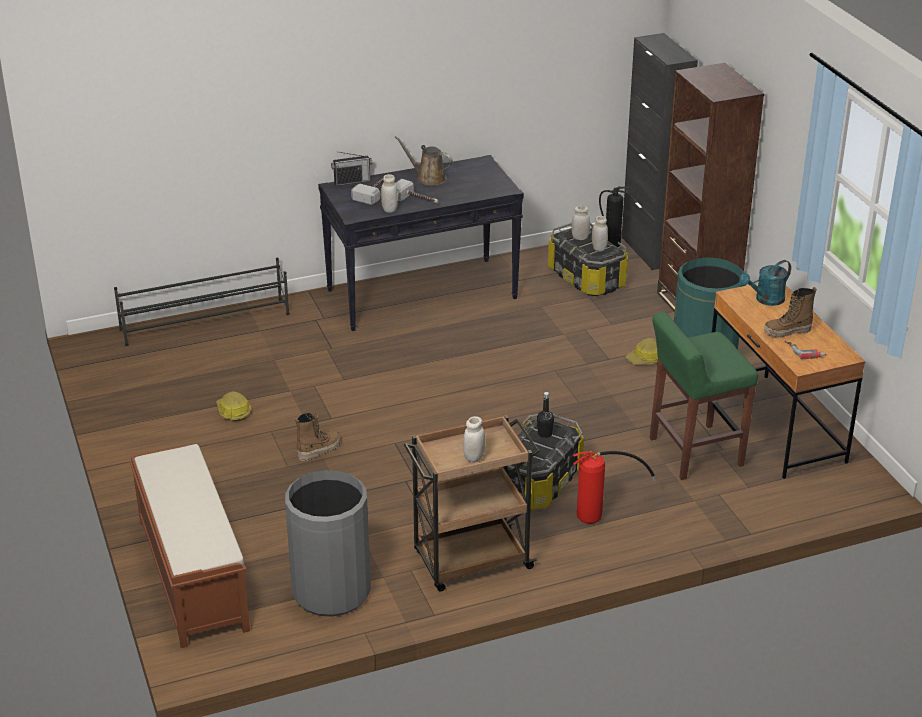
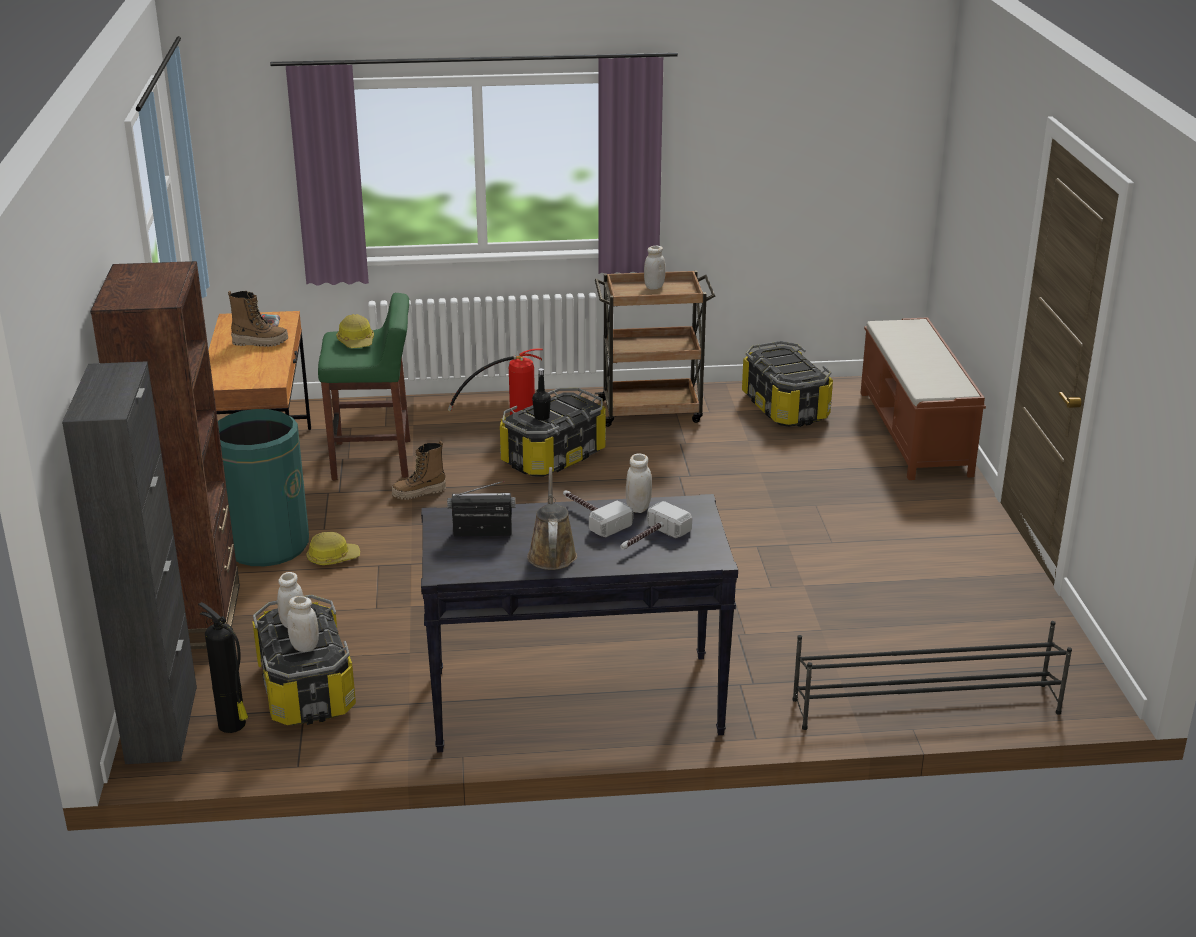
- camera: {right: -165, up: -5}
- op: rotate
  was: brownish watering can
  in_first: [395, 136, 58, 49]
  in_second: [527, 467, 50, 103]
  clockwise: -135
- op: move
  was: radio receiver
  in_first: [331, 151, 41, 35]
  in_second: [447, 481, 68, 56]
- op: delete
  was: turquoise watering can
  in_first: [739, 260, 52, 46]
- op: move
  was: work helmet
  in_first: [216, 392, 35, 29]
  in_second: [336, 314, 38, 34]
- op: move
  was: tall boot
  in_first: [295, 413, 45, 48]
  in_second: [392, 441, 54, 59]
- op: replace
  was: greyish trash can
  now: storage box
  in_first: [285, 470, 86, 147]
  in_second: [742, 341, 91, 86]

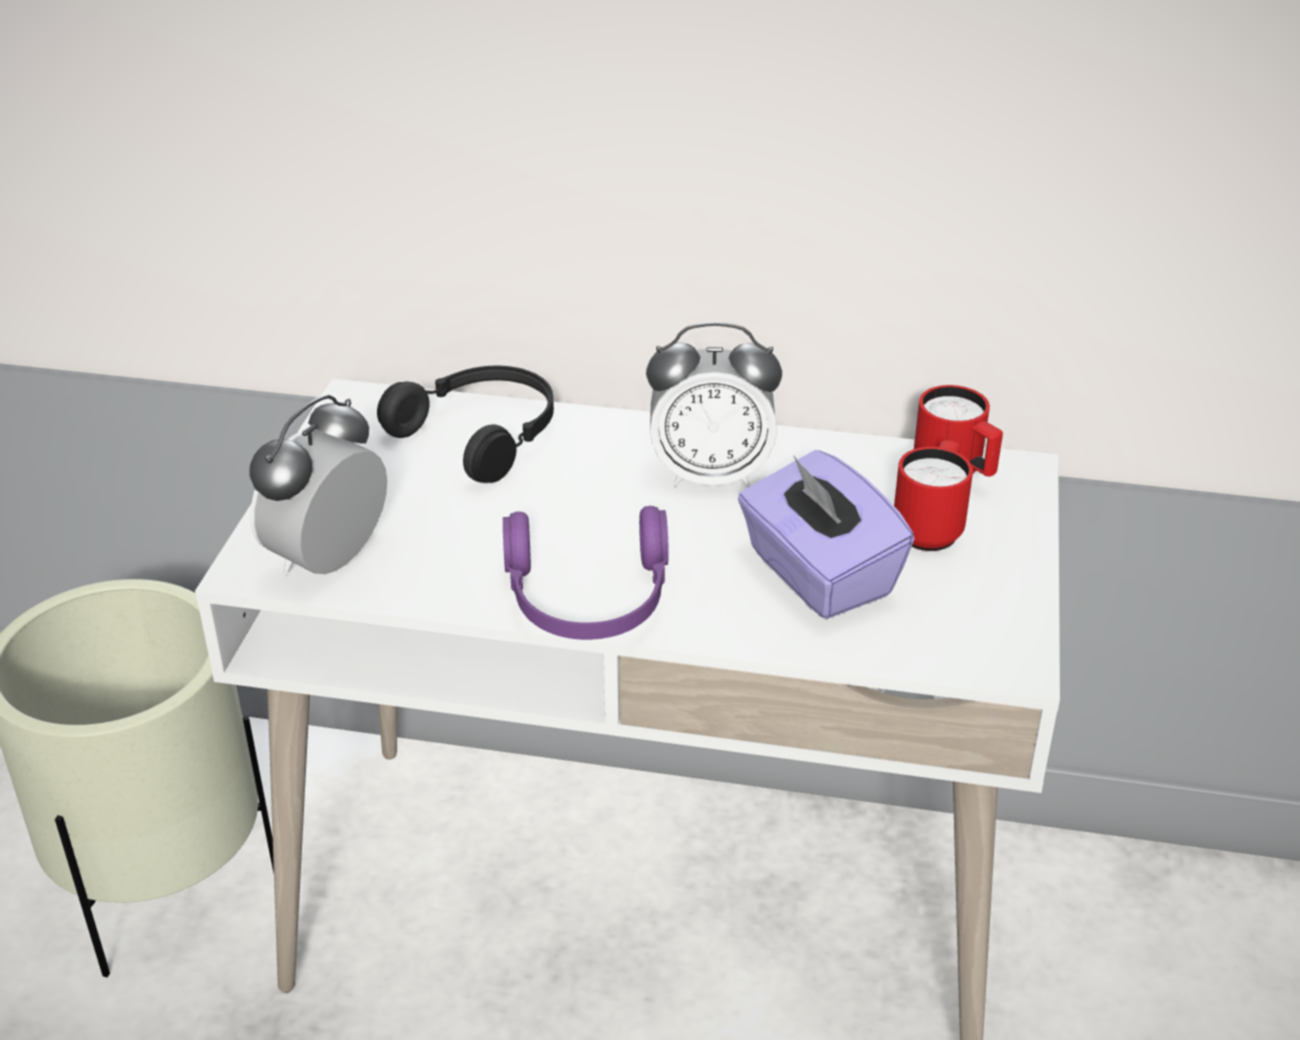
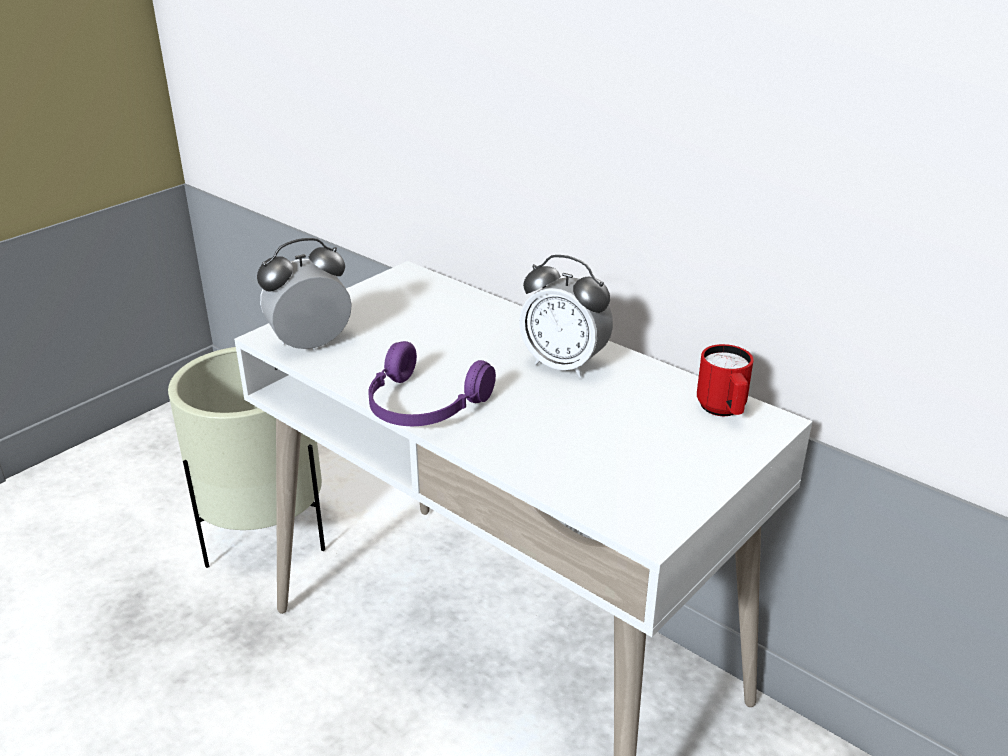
- camera: {right: 30, up: -5}
- op: delete
  was: black pair of headphones
  in_first: [377, 366, 177, 117]
- op: delete
  was: reddish tea mug
  in_first: [894, 440, 79, 111]
- op: delete
  was: purple tissue box
  in_first: [738, 450, 177, 169]

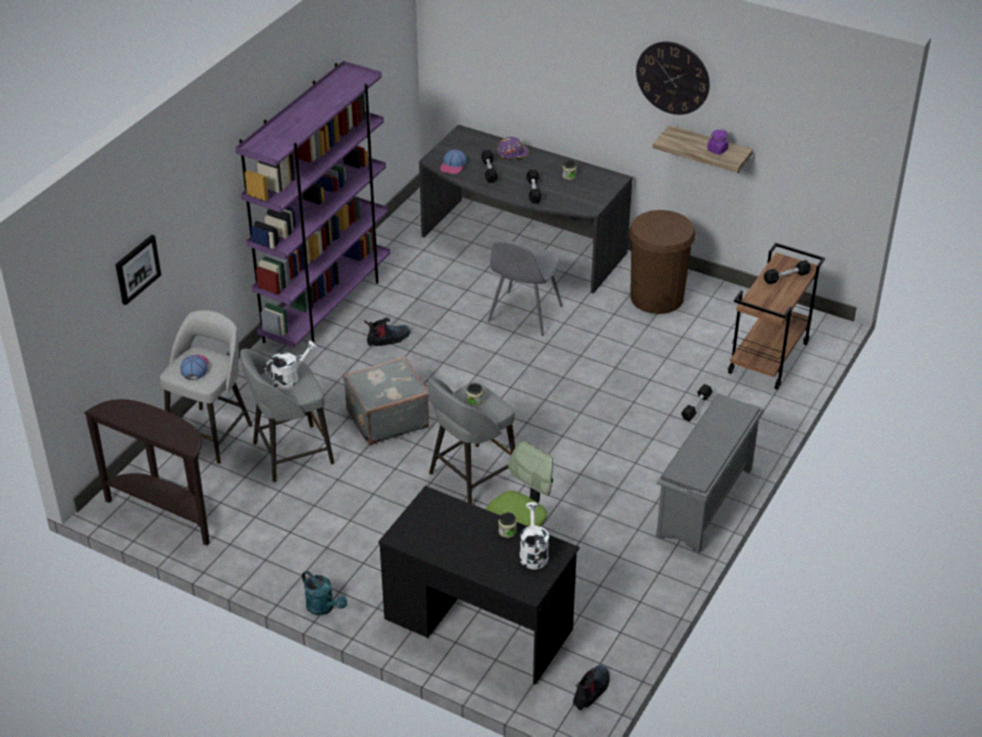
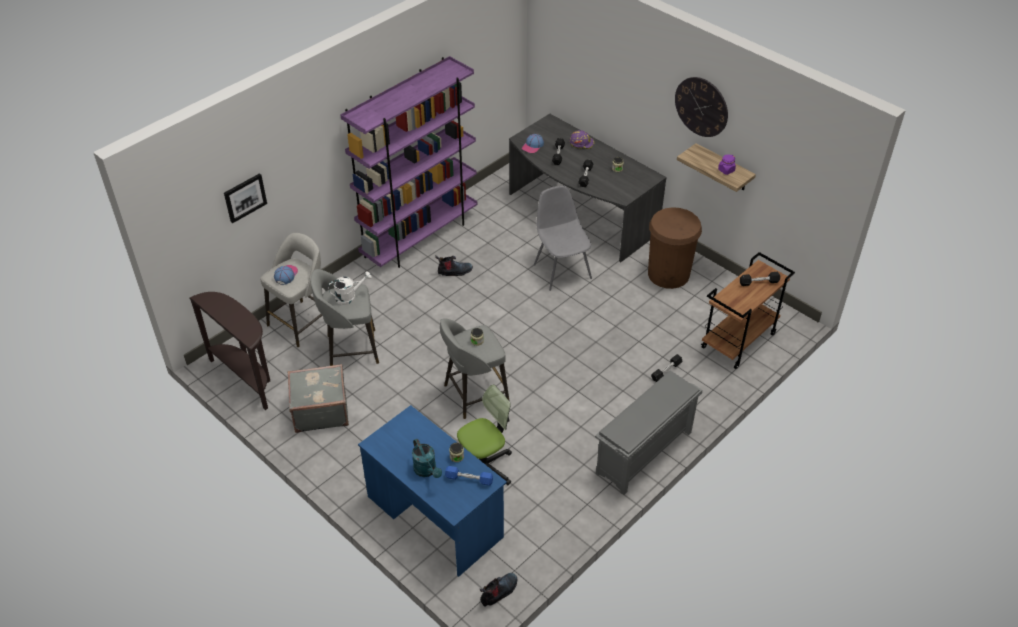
- camera: {right: 15, up: 5}
- op: rotate
  was: greyish chair
  in_first: [488, 240, 75, 96]
  in_second: [534, 185, 58, 106]
  clockwise: 120
- op: move
  was: greyish piece of luggage
  in_first: [343, 356, 86, 89]
  in_second: [288, 364, 61, 69]
- op: recolor
  was: black desk table
  now: bluish desk table
  in_first: [378, 486, 201, 199]
  in_second: [358, 405, 149, 172]
- op: replace
  was: whitish watering can
  now: bluish free weight
  in_first: [520, 502, 29, 68]
  in_second: [445, 466, 48, 20]
- op: move
  was: turquoise watering can
  in_first: [302, 571, 45, 44]
  in_second: [412, 439, 30, 39]

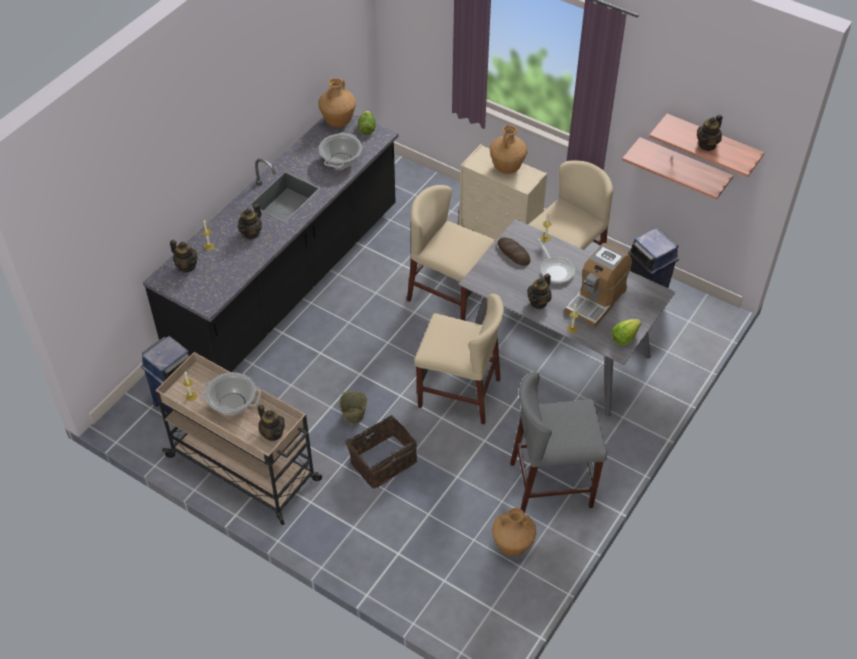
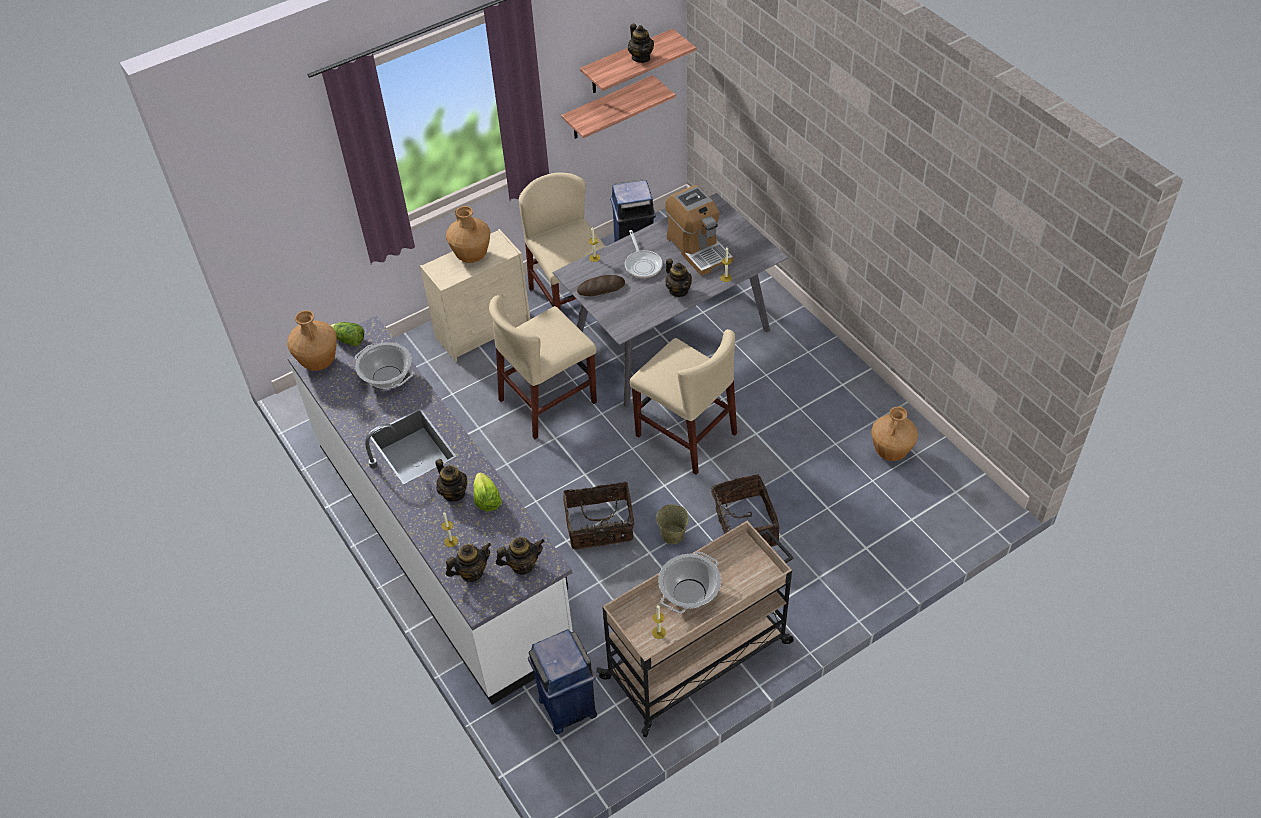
- camera: {right: -65, up: 0}
- op: recolor
  was: black counter
  now: whitish counter
  in_first: [143, 113, 255, 259]
  in_second: [287, 316, 286, 389]
- op: rotate
  was: frying pan
  in_first: [538, 239, 37, 45]
  in_second: [625, 230, 37, 48]
  clockwise: 75
- op: rotate
  was: beige-coloured chair
  in_first: [414, 294, 90, 131]
  in_second: [630, 329, 107, 145]
  clockwise: 90
- op: move
  was: lettuce head
  in_first: [612, 319, 29, 27]
  in_second: [473, 472, 28, 40]
- op: delete
  was: greyish stool
  in_first: [510, 372, 97, 142]
- op: move
  was: teapot
  in_first: [258, 405, 27, 36]
  in_second: [496, 537, 49, 38]
- op: insert
  now: storage basket
  in_second: [563, 481, 71, 68]

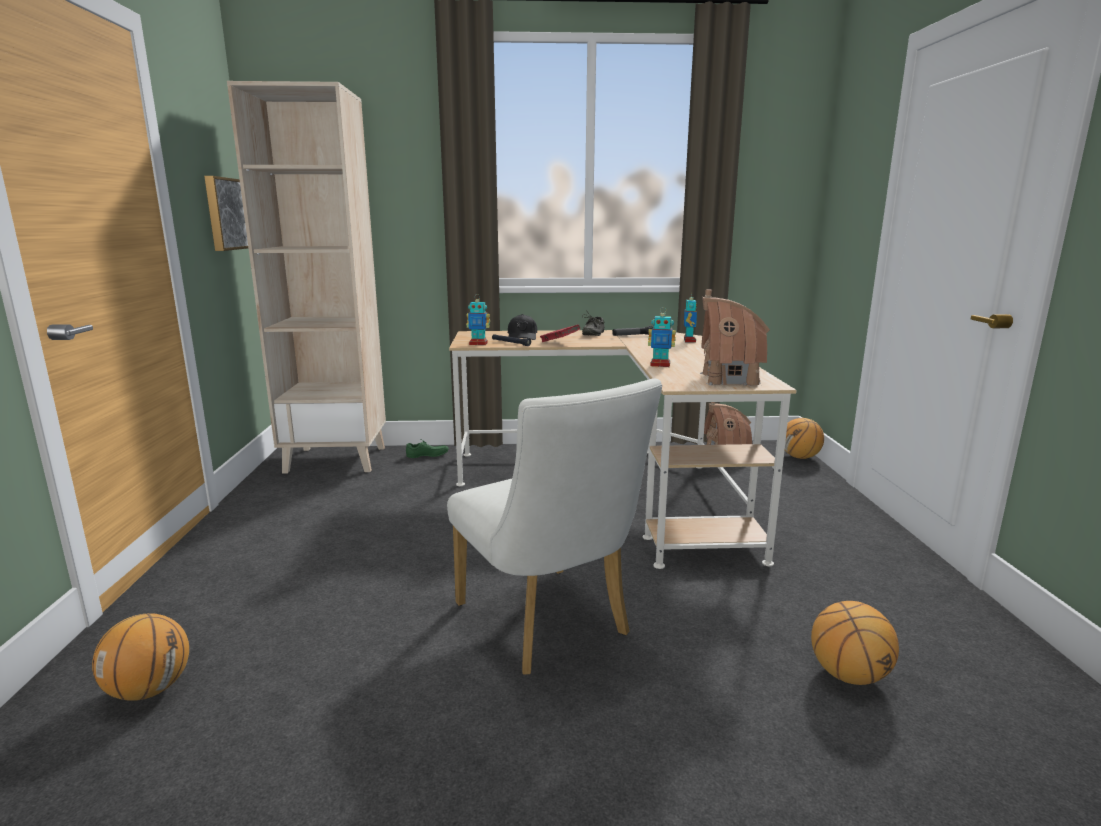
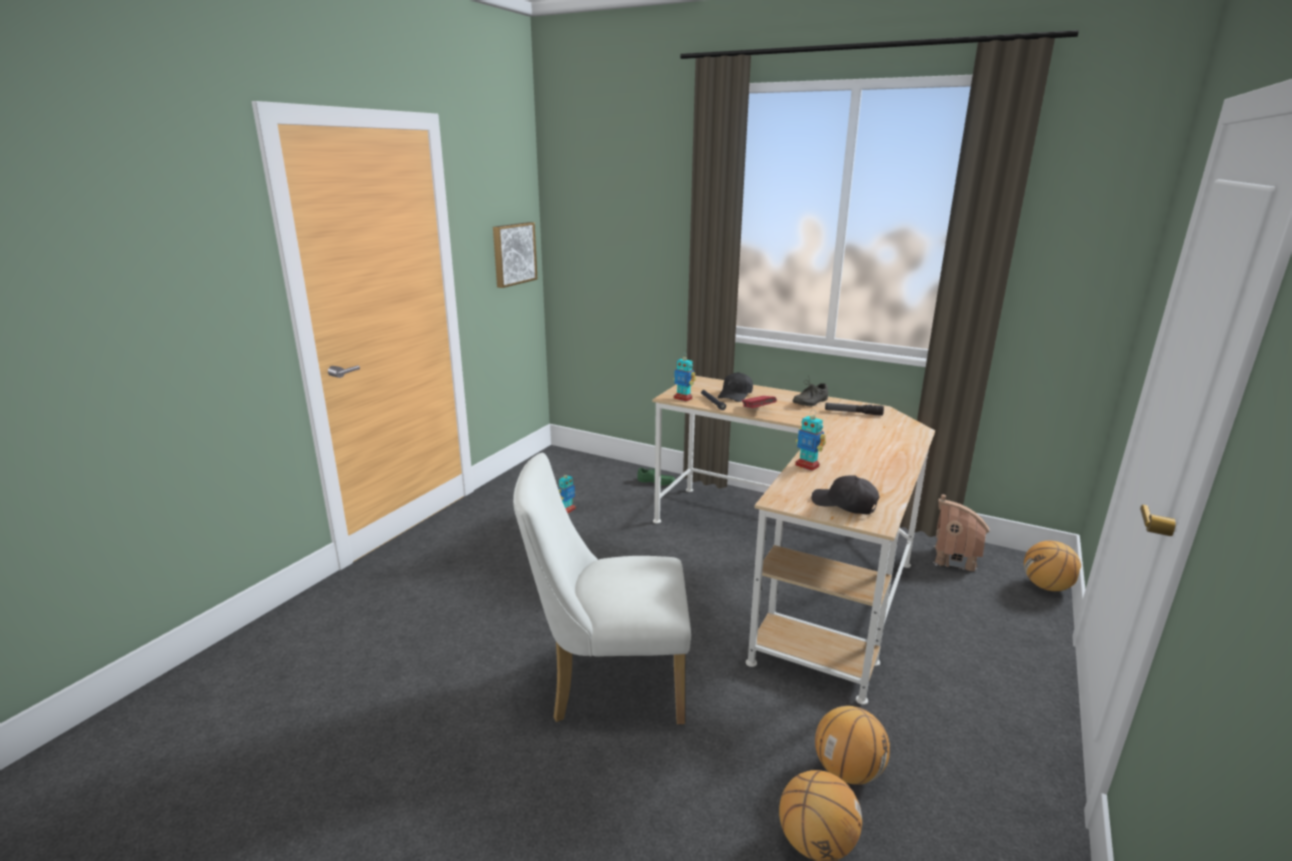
- camera: {right: 30, up: 5}
- op: delete
  was: beige-coloured shelving unit
  in_first: [227, 81, 159, 393]
- op: replace
  was: miniature house
  now: black baseball cap
  in_first: [700, 289, 70, 97]
  in_second: [811, 475, 68, 39]
- op: move
  was: robot figure
  in_first: [684, 293, 13, 50]
  in_second: [558, 471, 18, 42]
- op: rotate
  was: whitish chair
  in_first: [447, 379, 215, 296]
  in_second: [513, 453, 178, 272]
  clockwise: 90
- op: move
  was: ball for basketball
  in_first: [92, 613, 97, 88]
  in_second: [815, 706, 75, 79]

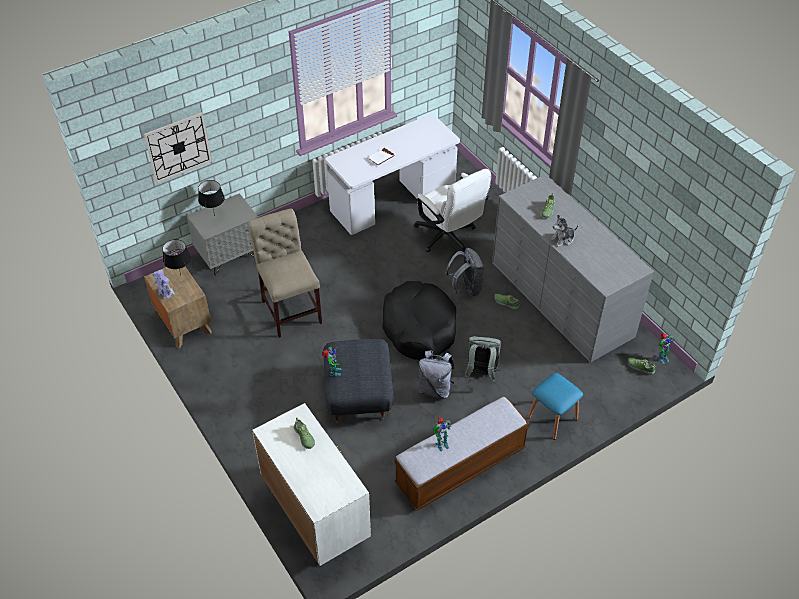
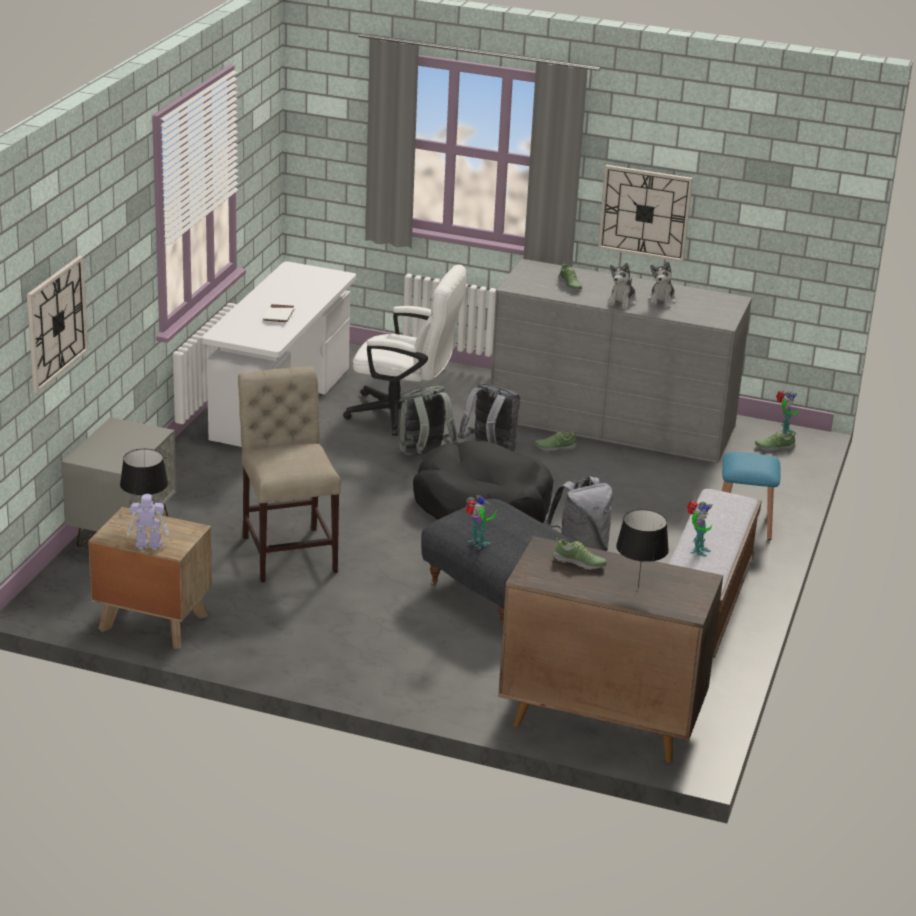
- camera: {right: -40, up: -20}
- op: move
  was: black tabletop lamp
  in_first: [198, 180, 27, 36]
  in_second: [616, 509, 53, 79]
- op: rotate
  was: beige-coloured chair
  in_first: [248, 208, 74, 130]
  in_second: [238, 366, 103, 217]
  clockwise: 45
- op: move
  was: greyish backpack
  in_first: [464, 336, 37, 47]
  in_second: [399, 386, 59, 70]
- op: recolor
  was: whitish cupboard
  now: brownish cupboard
  in_first: [252, 403, 119, 164]
  in_second: [498, 536, 225, 227]
- op: insert
  now: hanging clock
  in_second: [598, 165, 95, 98]
- op: insert
  now: plush toy
  in_second: [648, 262, 28, 46]

